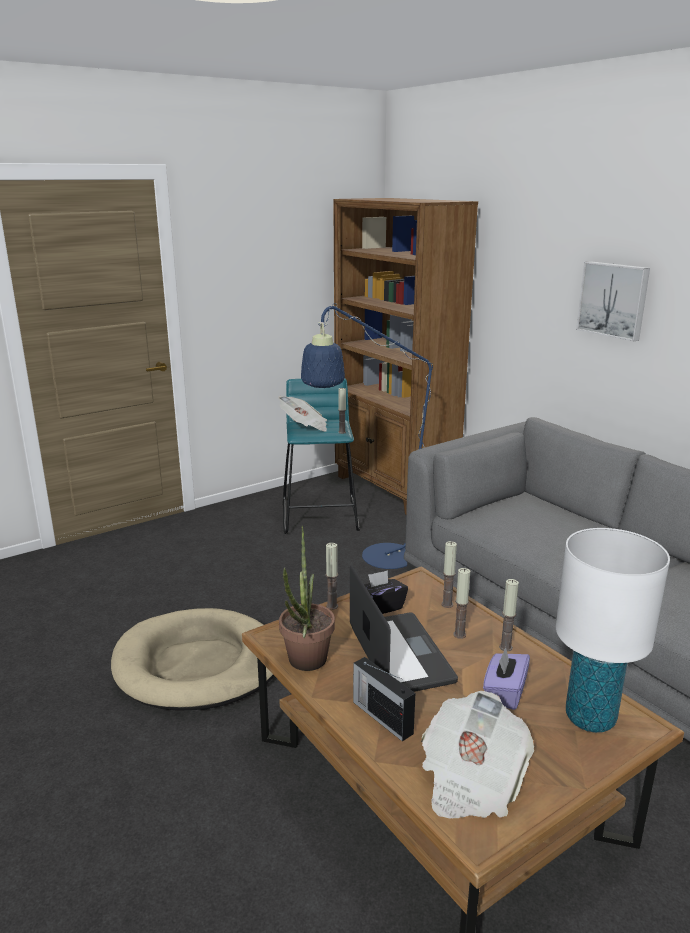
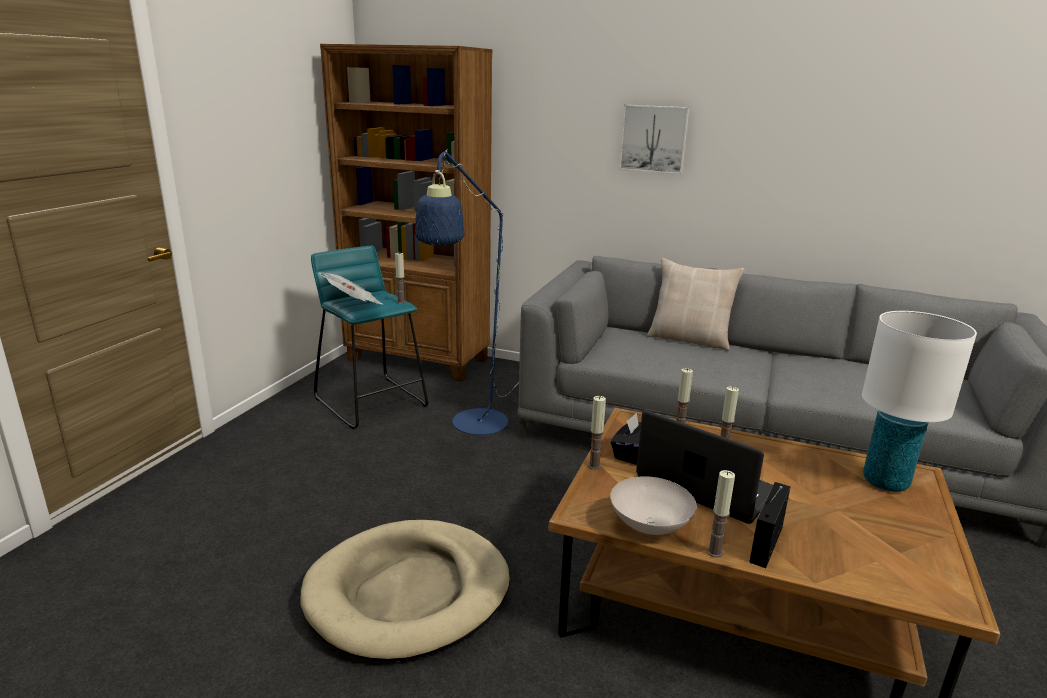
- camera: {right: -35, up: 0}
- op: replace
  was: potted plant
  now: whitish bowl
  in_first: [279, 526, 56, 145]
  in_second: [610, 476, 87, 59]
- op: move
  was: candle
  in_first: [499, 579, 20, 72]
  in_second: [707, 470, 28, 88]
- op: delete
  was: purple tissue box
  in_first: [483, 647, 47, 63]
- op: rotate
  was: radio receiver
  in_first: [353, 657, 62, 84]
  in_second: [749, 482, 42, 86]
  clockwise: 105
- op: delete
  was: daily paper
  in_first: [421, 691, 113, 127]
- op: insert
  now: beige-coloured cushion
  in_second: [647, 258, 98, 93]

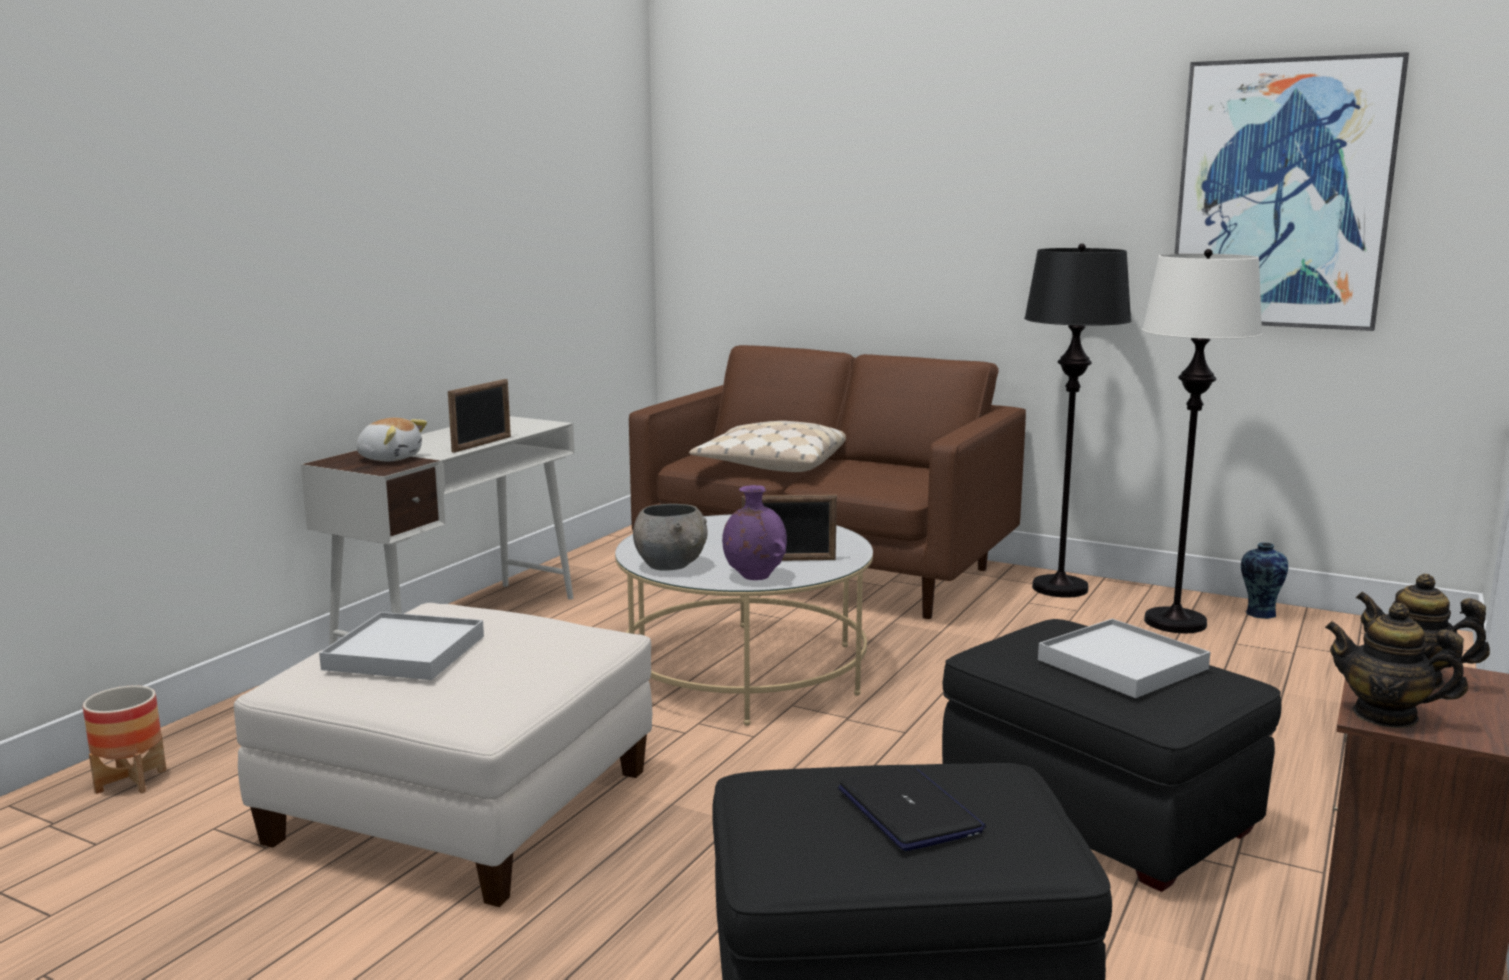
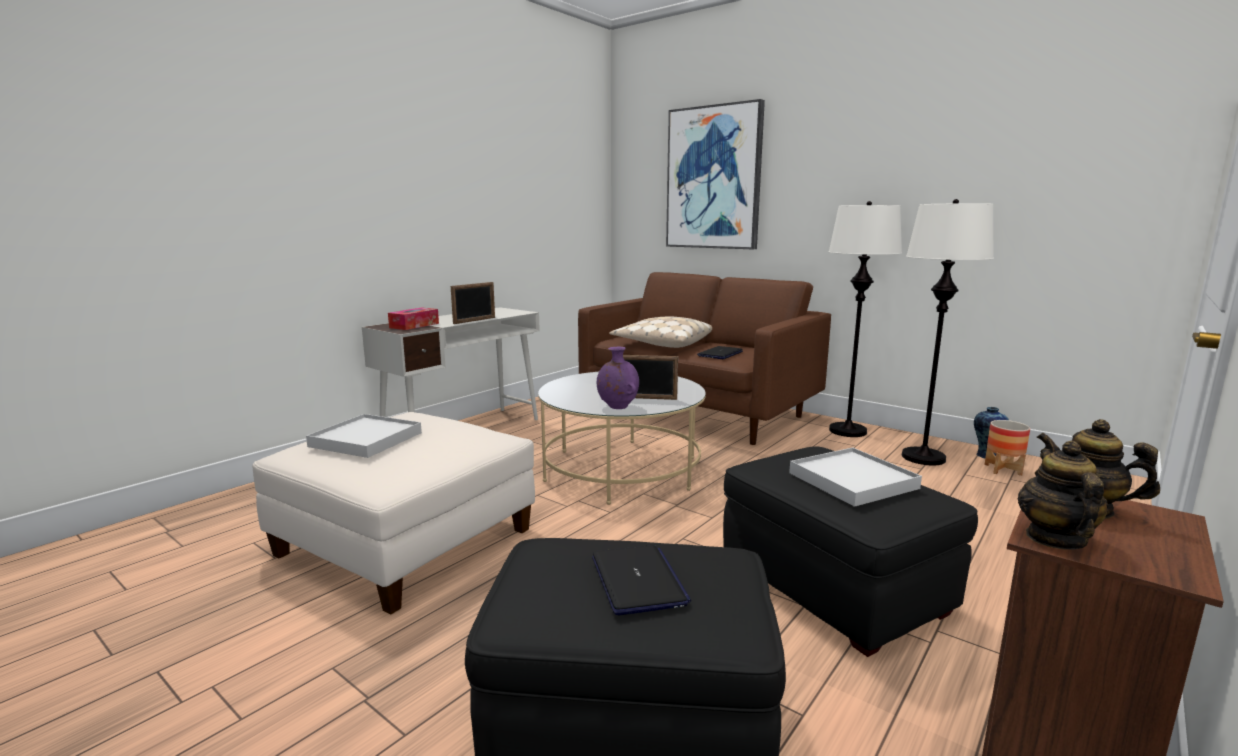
- camera: {right: 10, up: 0}
- op: move
  was: wall picture
  in_first: [1174, 52, 235, 279]
  in_second: [666, 99, 99, 150]
- op: recolor
  was: black standard lamp
  now: whitish standard lamp
  in_first: [1024, 244, 107, 354]
  in_second: [829, 201, 73, 236]
- op: replace
  was: plush toy
  now: tissue box
  in_first: [356, 418, 71, 43]
  in_second: [388, 307, 51, 23]
- op: delete
  was: greyish bowl
  in_first: [633, 504, 75, 67]
- op: rotate
  was: teapot
  in_first: [1325, 603, 143, 125]
  in_second: [1018, 440, 91, 110]
  clockwise: 60
- op: move
  was: plant pot
  in_first: [83, 686, 84, 108]
  in_second: [984, 420, 46, 56]
- op: insert
  now: portable computer
  in_second: [697, 346, 46, 13]

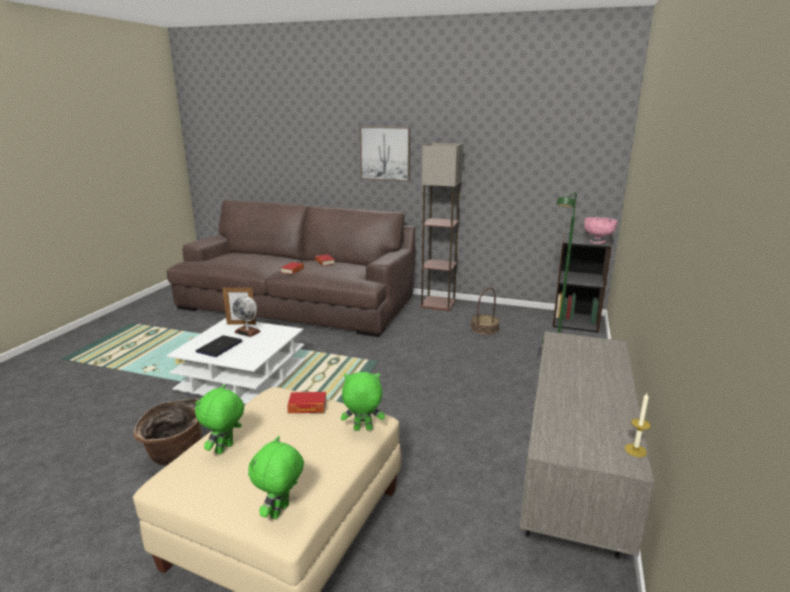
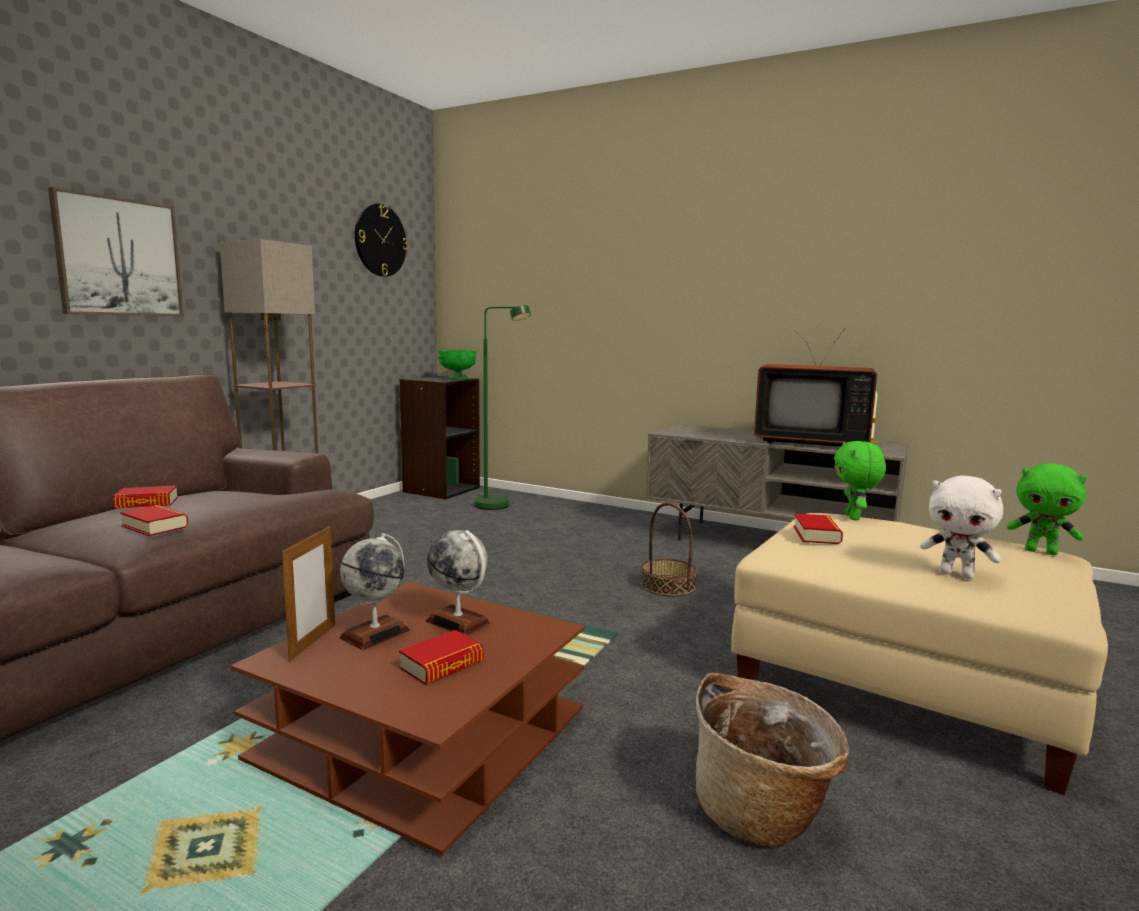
- camera: {right: -80, up: -10}
- op: recolor
  was: pink bowl
  now: green bowl
  in_first: [584, 217, 34, 27]
  in_second: [438, 350, 38, 29]
- op: move
  was: storage basket
  in_first: [471, 287, 29, 48]
  in_second: [641, 502, 56, 94]
- op: recolor
  was: whitish low table
  now: brownish low table
  in_first: [167, 318, 138, 86]
  in_second: [231, 582, 354, 273]
- op: replace
  was: portable computer
  now: bound book
  in_first: [196, 335, 47, 22]
  in_second: [399, 630, 85, 55]
- op: recolor
  was: green plush toy
  now: whitish plush toy
  in_first: [195, 384, 49, 70]
  in_second: [920, 476, 84, 103]
- op: insert
  now: hanging clock
  in_second: [355, 204, 53, 73]
- op: insert
  now: television
  in_second: [754, 328, 123, 119]
- op: insert
  now: world globe
  in_second: [426, 530, 64, 105]

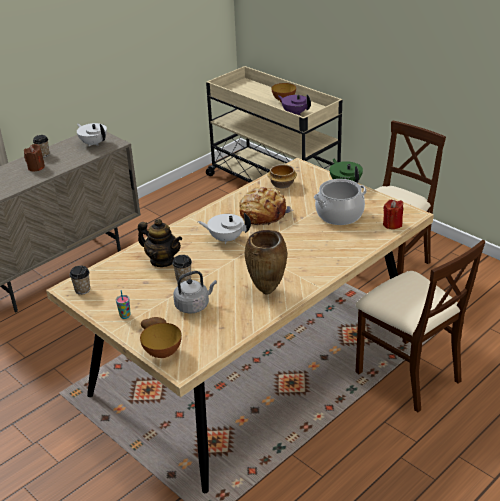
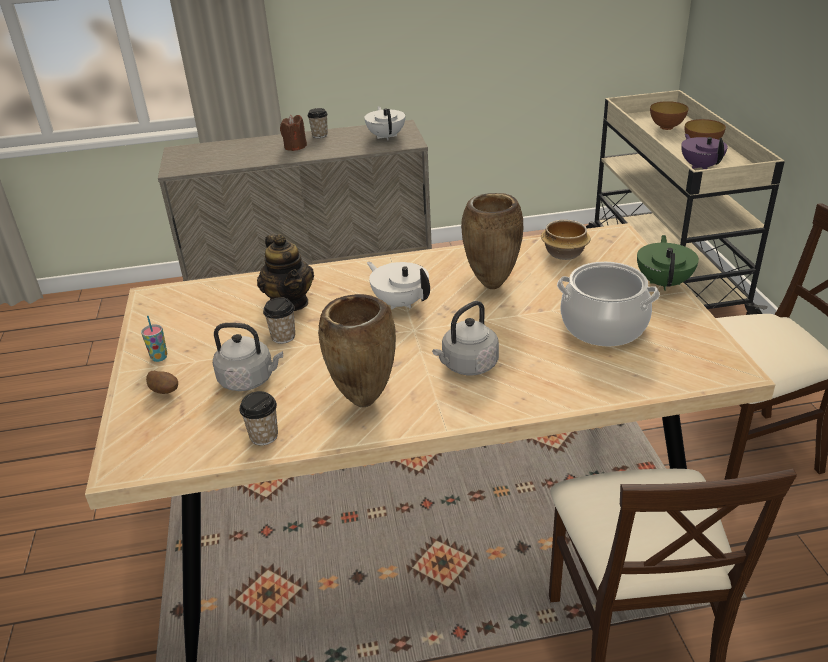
- camera: {right: 35, up: 0}
- op: replace
  was: bakery bread
  now: brownish decorative vase
  in_first: [239, 187, 54, 38]
  in_second: [461, 193, 62, 96]
- op: delete
  was: reddish candle
  in_first: [383, 200, 20, 29]
- op: move
  was: small cup
  in_first: [70, 266, 20, 29]
  in_second: [239, 391, 39, 54]
- op: move
  was: bowl
  in_first: [140, 323, 42, 35]
  in_second: [650, 101, 38, 29]
- op: insert
  now: greyish tea kettle
  in_second: [432, 301, 67, 74]

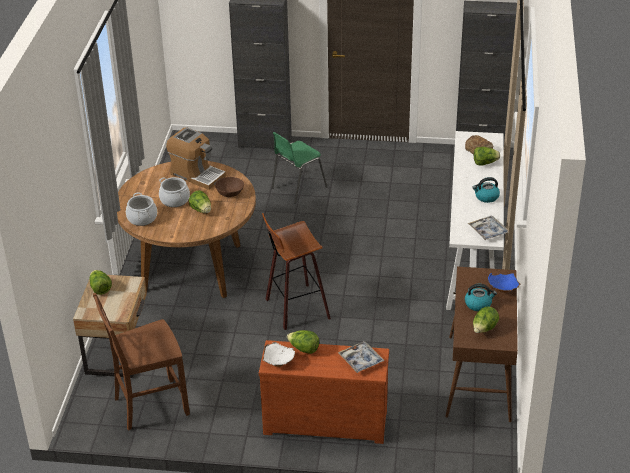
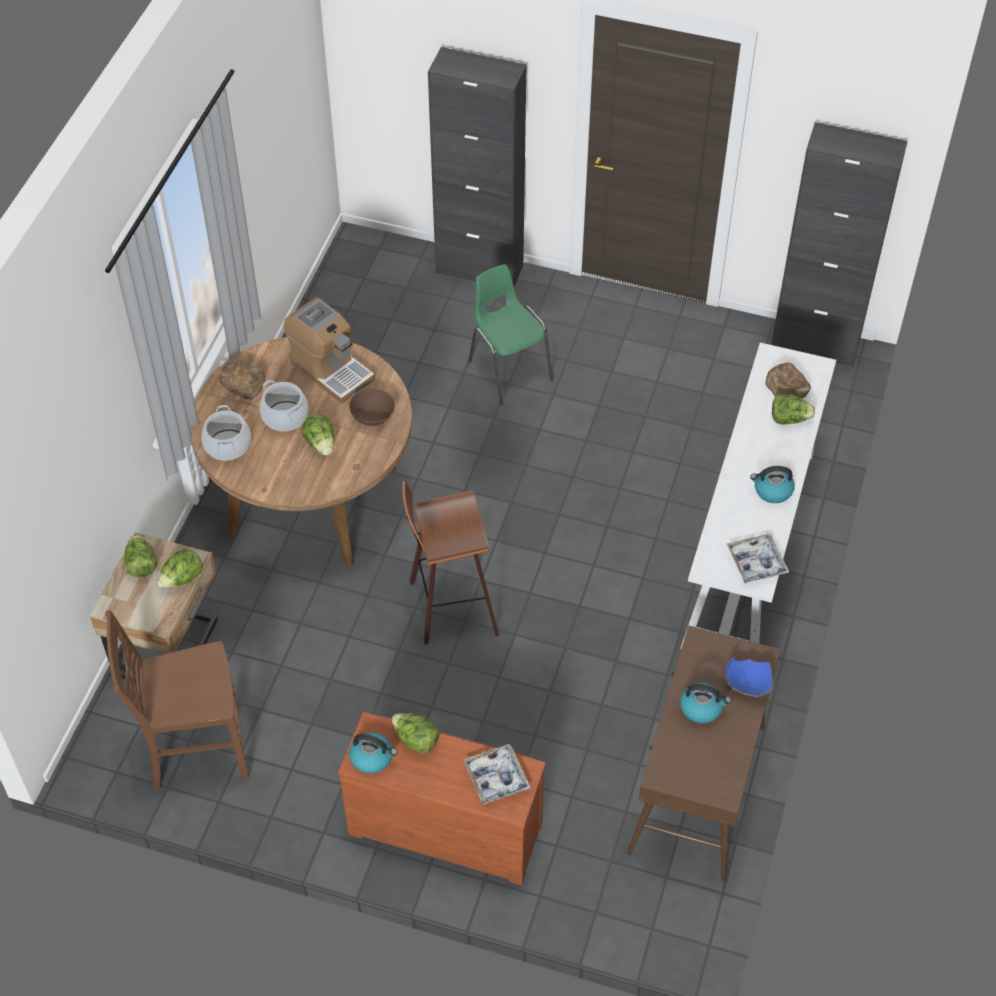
- camera: {right: 10, up: 15}
- op: rotate
  was: green chair
  in_first: [272, 132, 55, 72]
  in_second: [468, 264, 85, 141]
  clockwise: 90
- op: move
  was: lettuce head
  in_first: [473, 306, 26, 27]
  in_second: [157, 549, 46, 39]
- op: replace
  was: whitish bowl
  now: tea kettle
  in_first: [263, 342, 32, 25]
  in_second: [349, 732, 48, 42]
- op: insert
  now: bakery bread
  in_second: [219, 360, 47, 40]

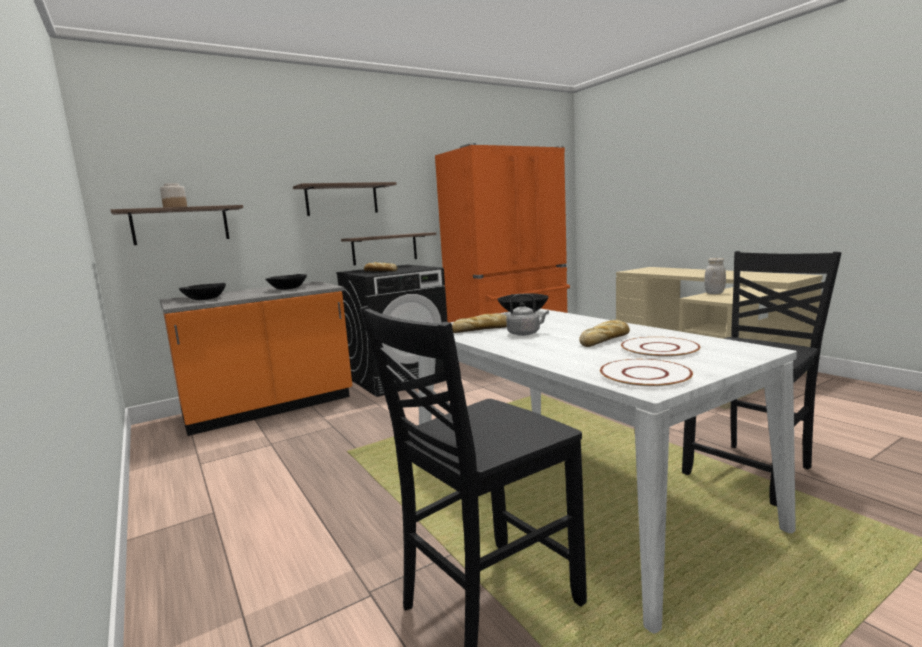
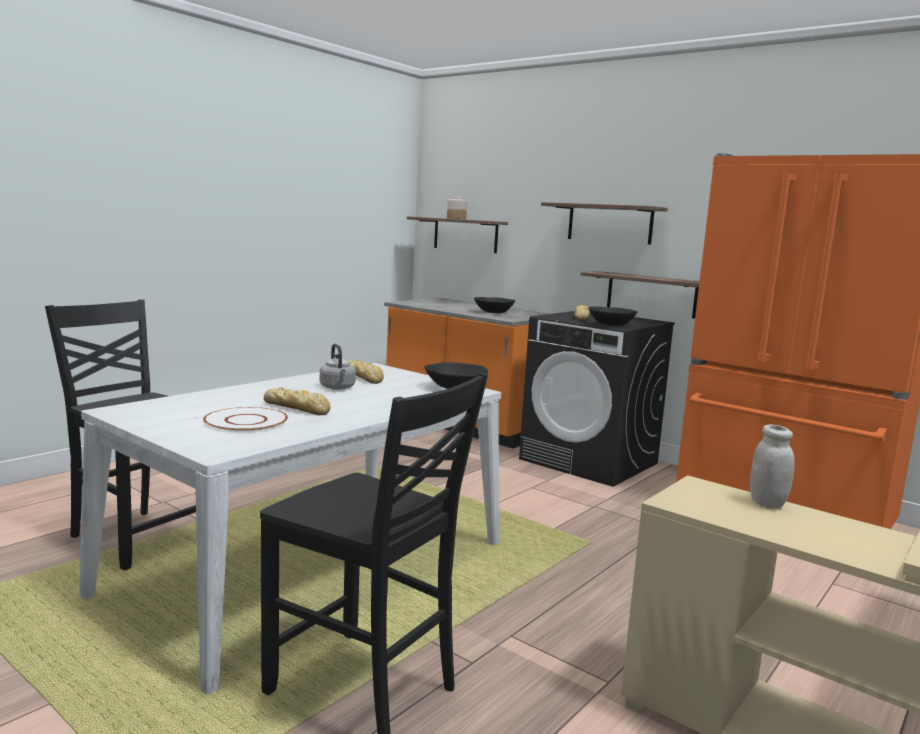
- camera: {right: 70, up: 0}
- op: move
  was: black bowl
  in_first: [179, 283, 47, 17]
  in_second: [588, 307, 49, 19]
- op: delete
  was: whitish plate
  in_first: [600, 359, 93, 29]

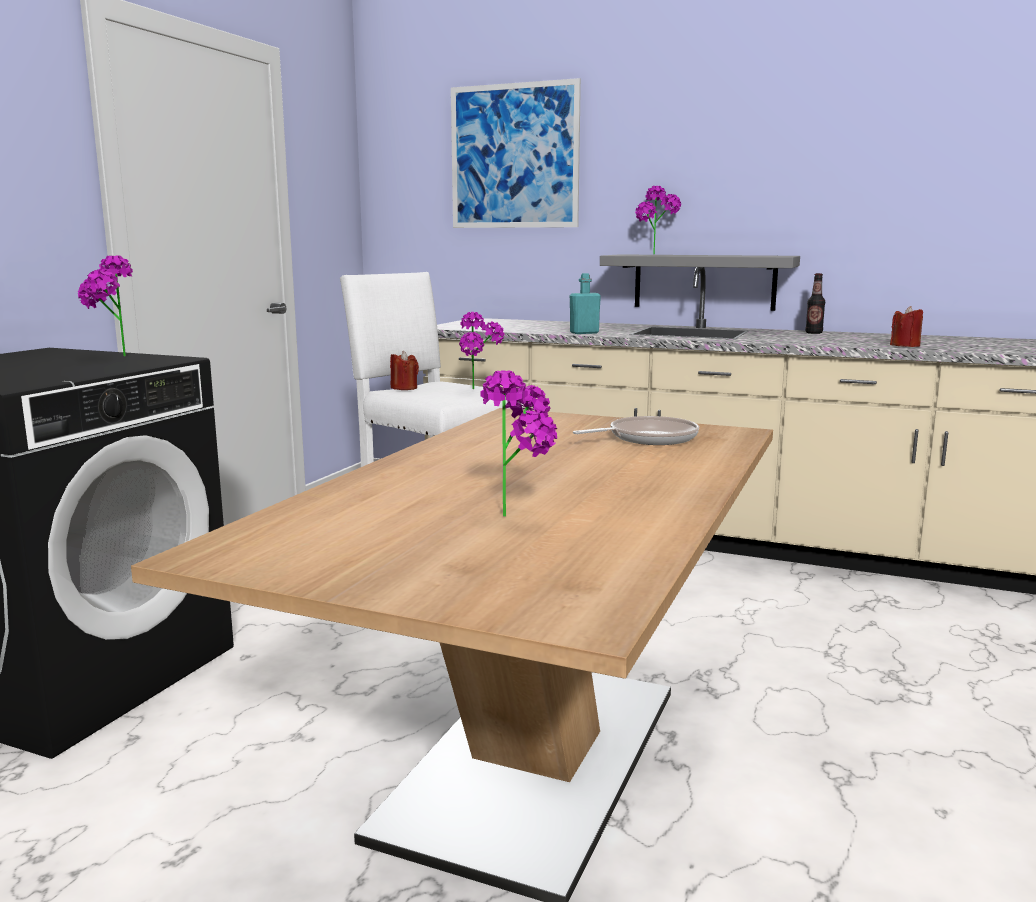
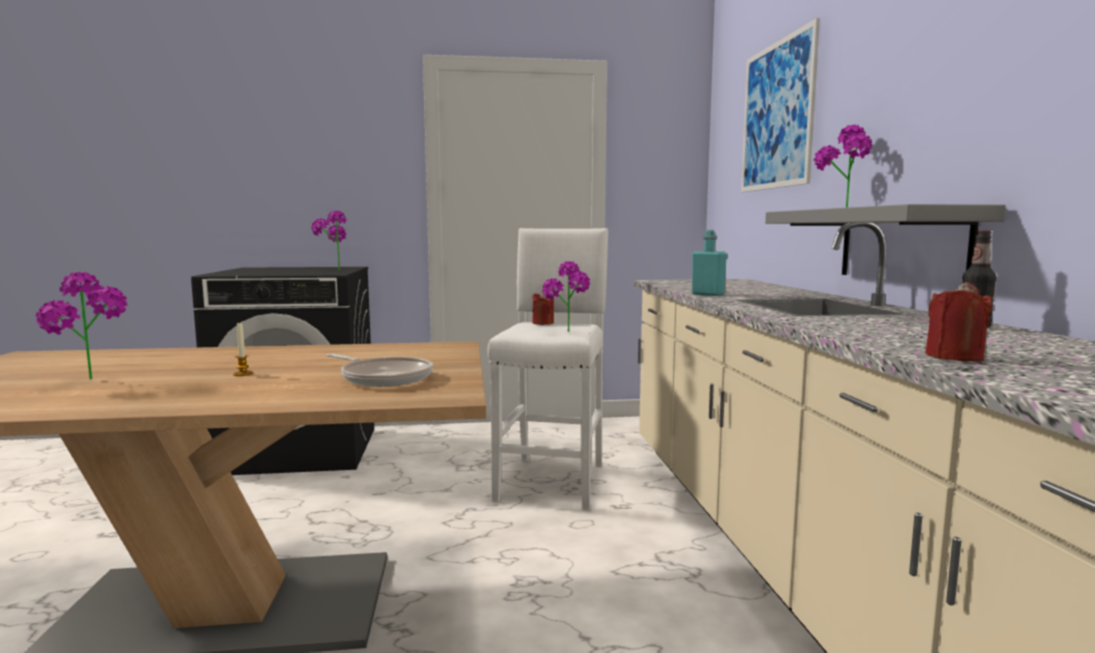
- camera: {right: 60, up: -5}
- op: insert
  now: candle
  in_second: [233, 321, 20, 55]

